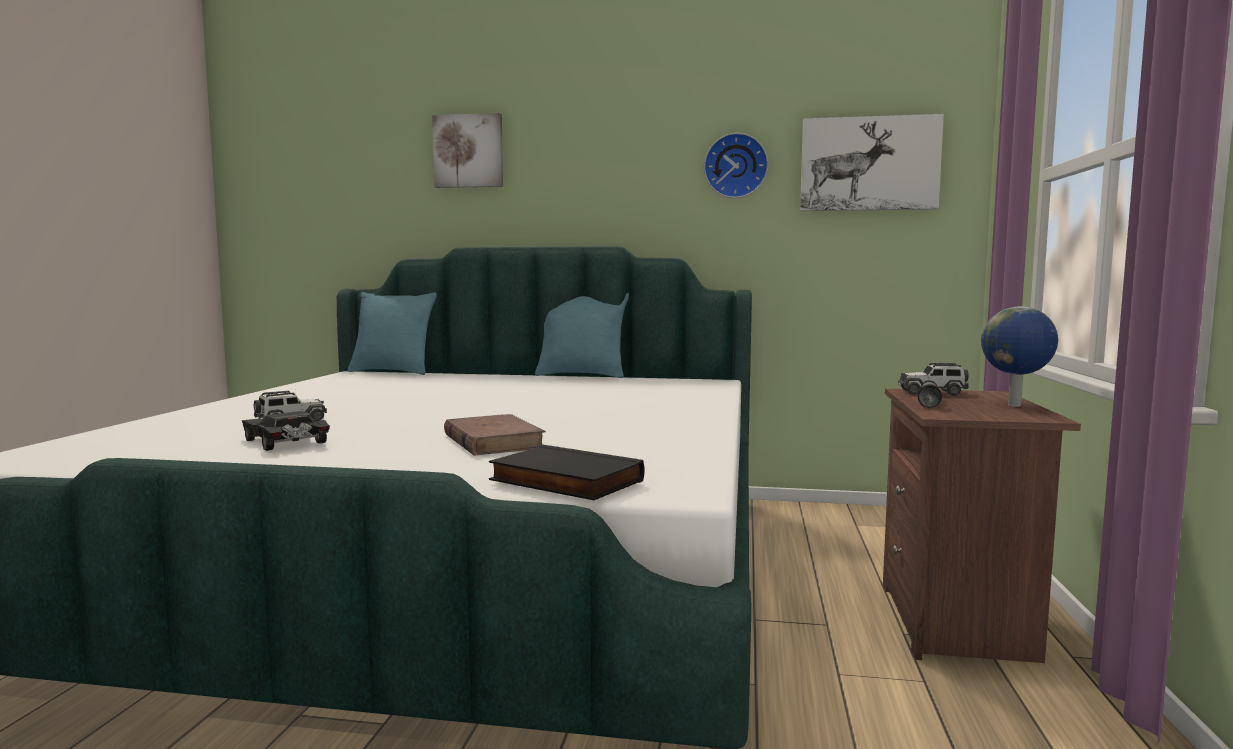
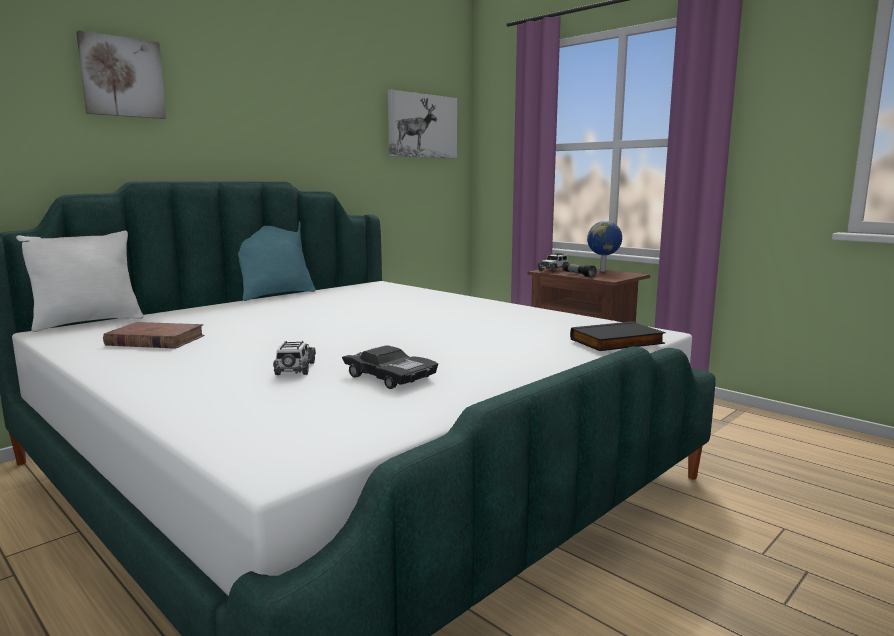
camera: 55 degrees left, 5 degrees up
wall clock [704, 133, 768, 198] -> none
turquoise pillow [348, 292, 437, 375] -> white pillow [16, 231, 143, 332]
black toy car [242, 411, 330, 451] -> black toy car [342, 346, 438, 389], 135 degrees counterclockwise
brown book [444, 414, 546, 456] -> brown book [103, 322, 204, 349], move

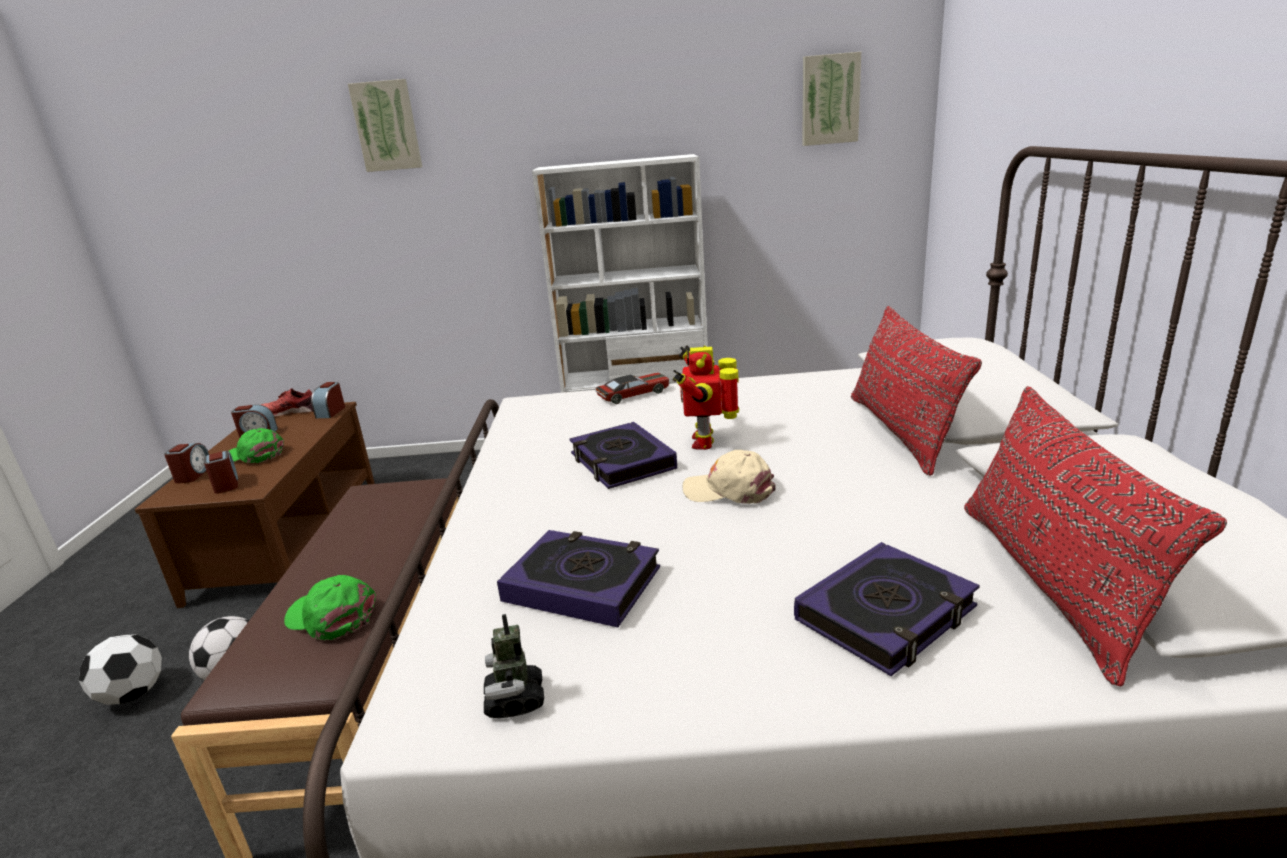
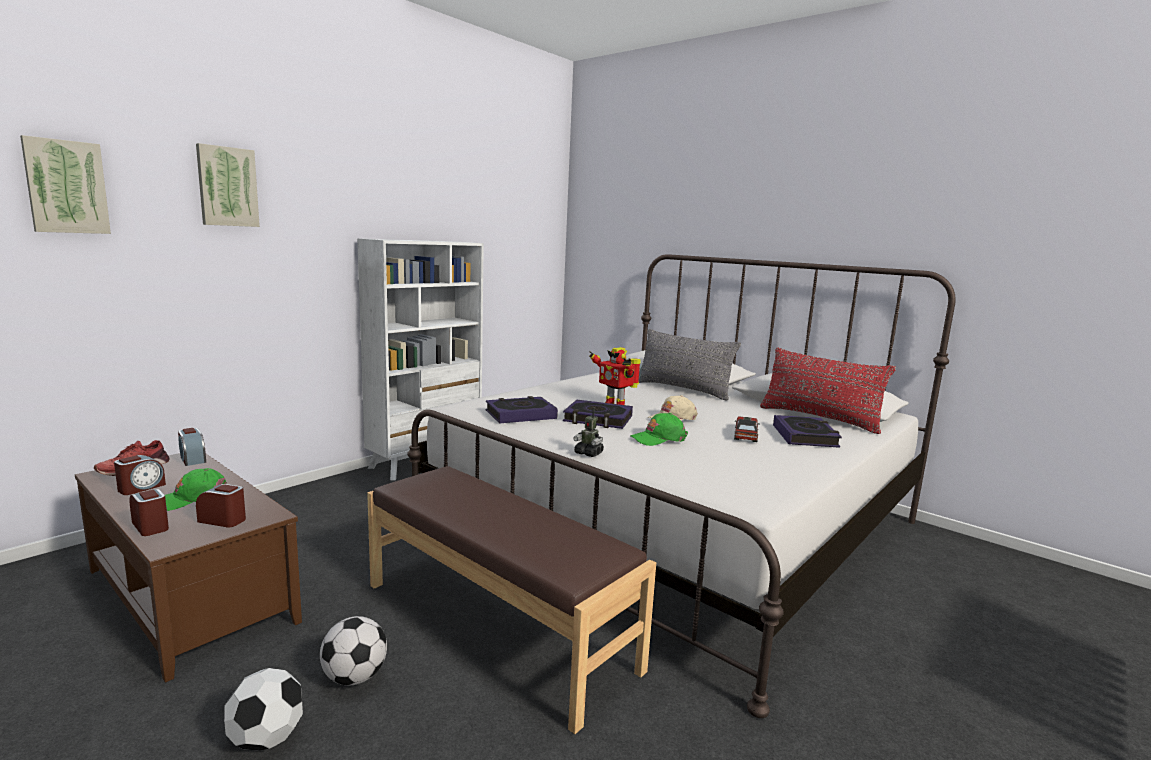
camera: 50 degrees left, 10 degrees down
picture [802, 52, 861, 146] -> picture [20, 135, 111, 234], move
red pillow [851, 306, 982, 475] -> grey pillow [639, 329, 741, 400]
toy car [596, 373, 670, 404] -> toy car [734, 416, 760, 442], move
book [497, 530, 660, 627] -> book [486, 396, 558, 423], move
green cap [284, 575, 376, 640] -> green cap [630, 413, 688, 446], move
toy robot [484, 614, 544, 718] -> toy robot [573, 408, 604, 457], move

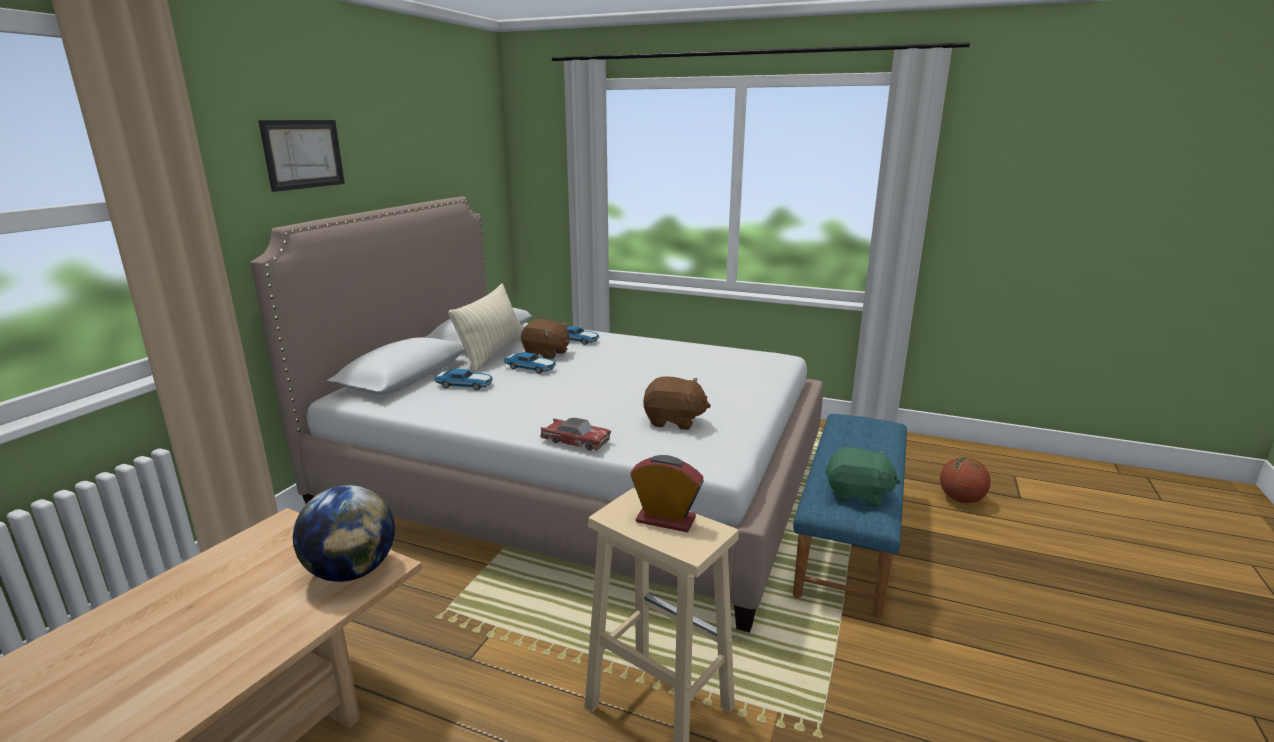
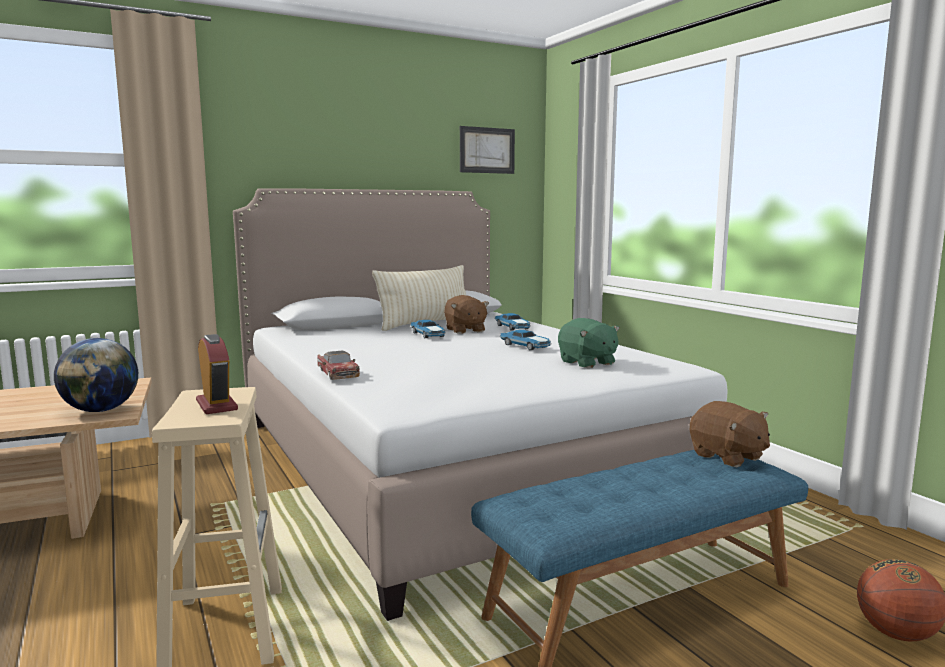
camera: 40 degrees right, 10 degrees down
picture [258, 120, 345, 192] -> picture [460, 126, 515, 174], move
toy car [434, 369, 493, 391] -> toy car [500, 330, 552, 350], move
brown plush toy [643, 376, 711, 430] -> brown plush toy [690, 401, 770, 467], move
green plush toy [825, 447, 901, 507] -> green plush toy [558, 318, 620, 368], move

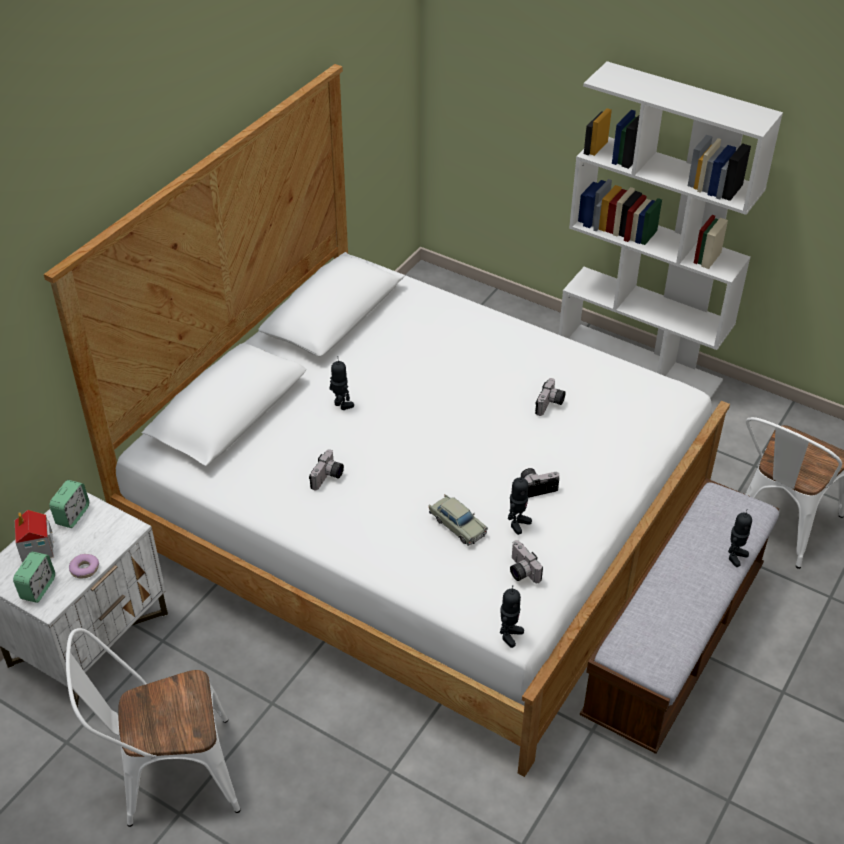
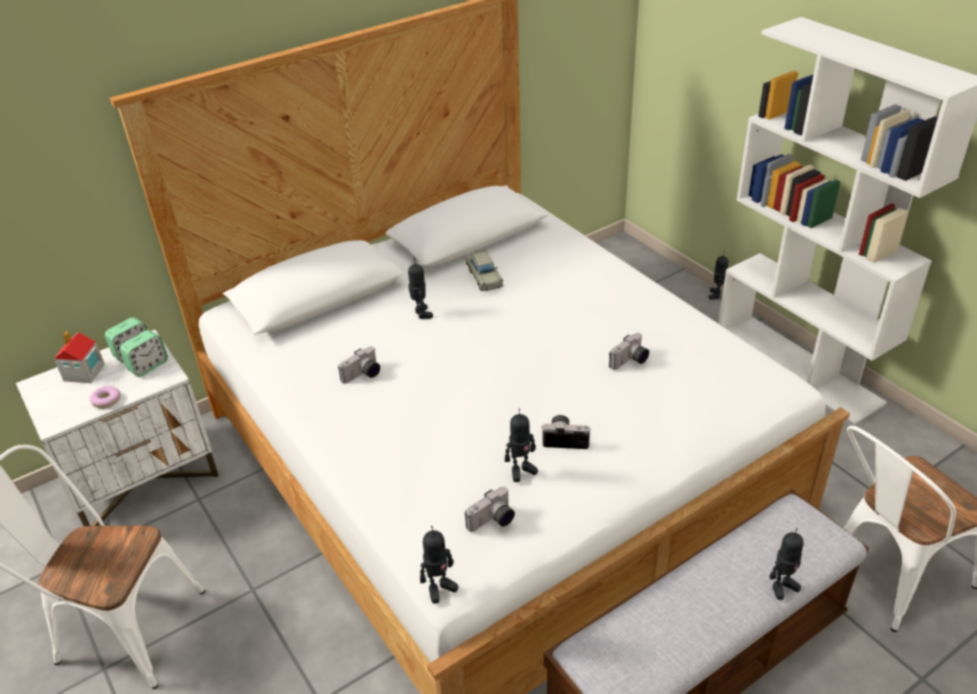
camera: 25 degrees right, 5 degrees down
beige toy car [429, 494, 488, 546] -> beige toy car [466, 252, 504, 291], move
photo camera [510, 540, 543, 583] -> photo camera [465, 486, 515, 532], 120 degrees counterclockwise
alarm clock [13, 551, 55, 603] -> alarm clock [120, 330, 168, 377], move
none -> toy robot [709, 251, 728, 300]

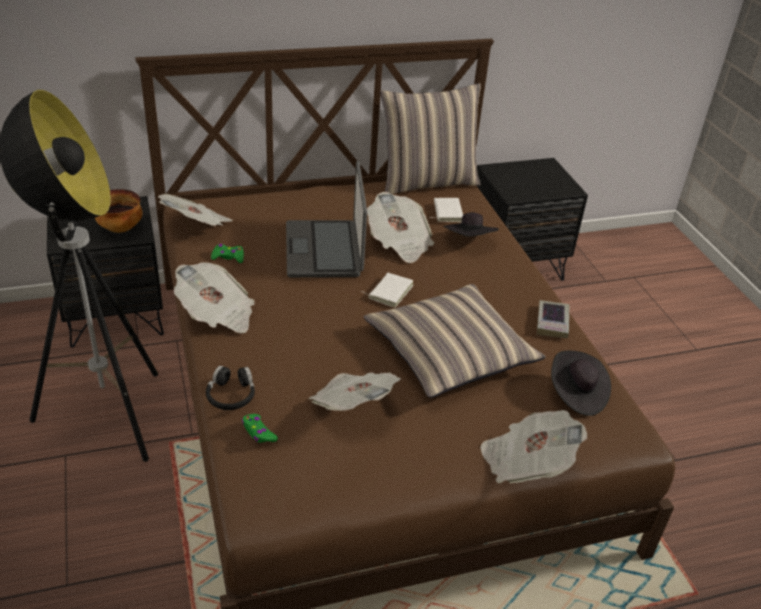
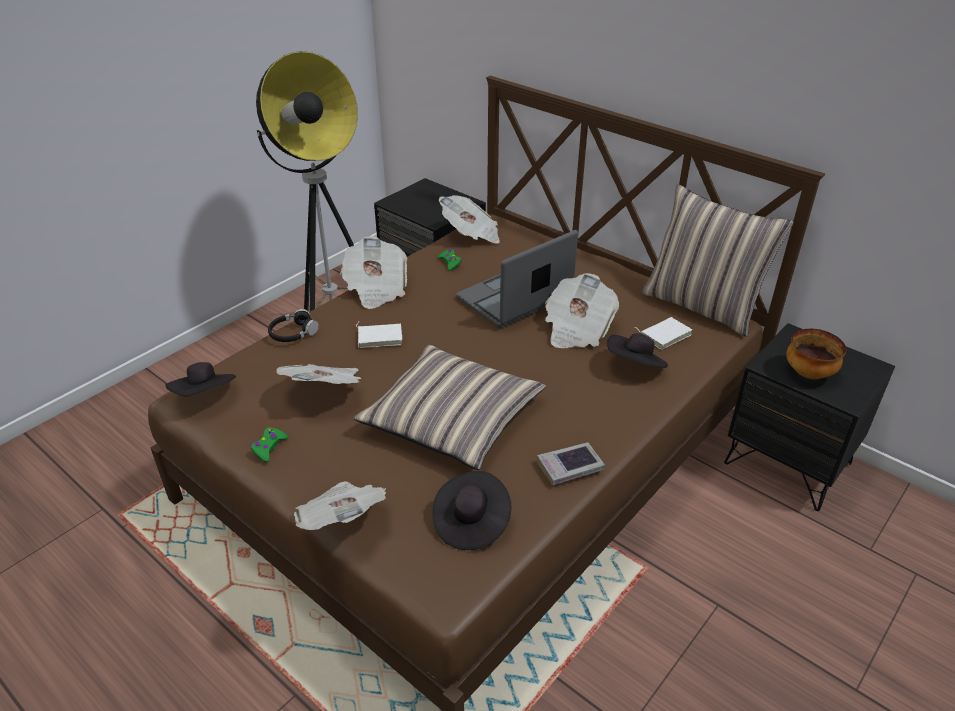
camera: 60 degrees right, 0 degrees up
bowl [95, 189, 142, 233] -> bowl [786, 329, 846, 379], move
white book [360, 273, 413, 308] -> white book [356, 321, 402, 348], move
green game controller [242, 414, 278, 443] -> green game controller [251, 427, 288, 462], move
none -> black hat [165, 362, 236, 396]

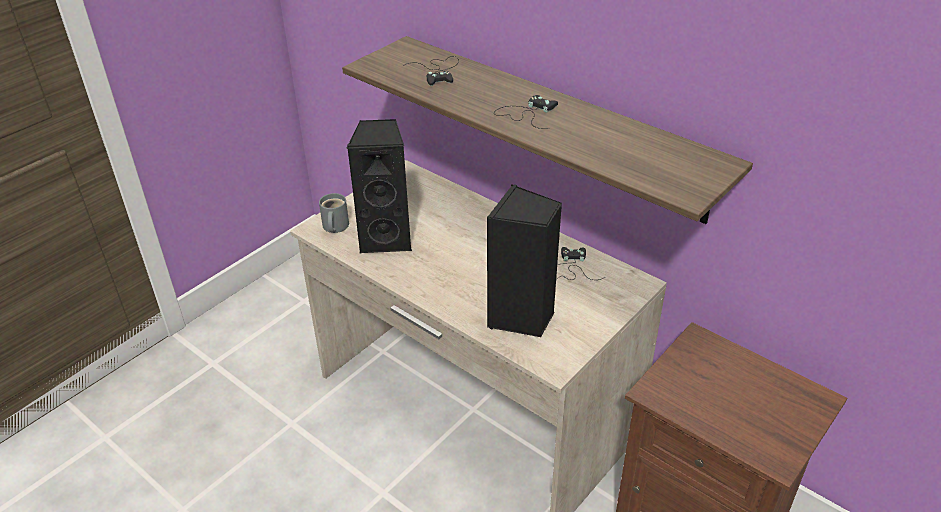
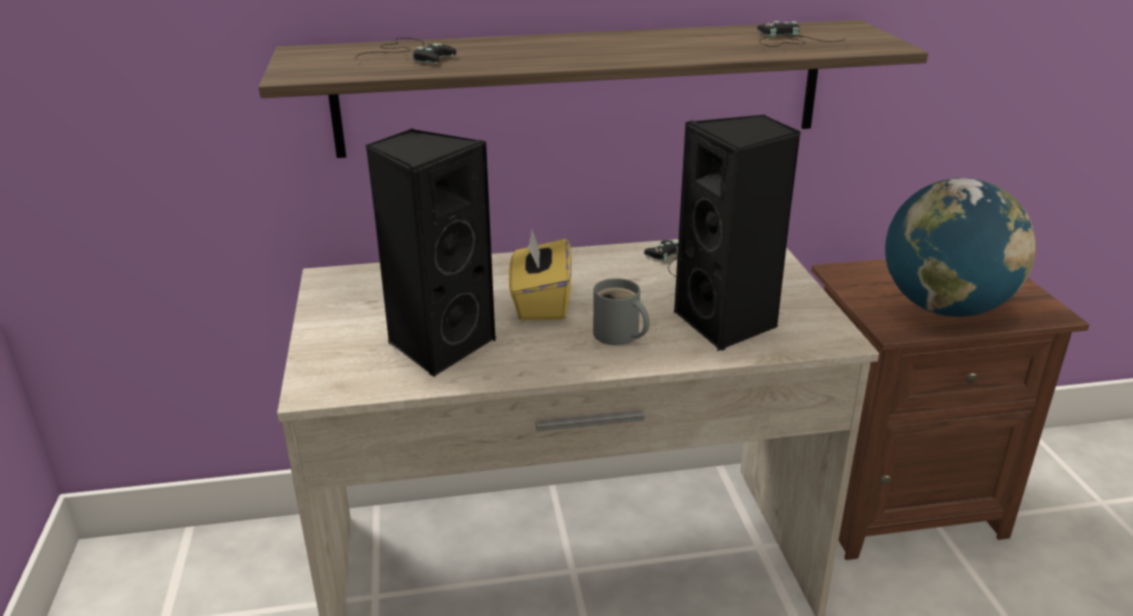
camera: 50 degrees left, 10 degrees down
black game controller [494, 95, 558, 129] -> black game controller [757, 21, 847, 47], move
grey mug [319, 193, 349, 233] -> grey mug [593, 278, 650, 345], move
none -> globe [885, 178, 1036, 317]
none -> yellow tissue box [509, 230, 572, 320]

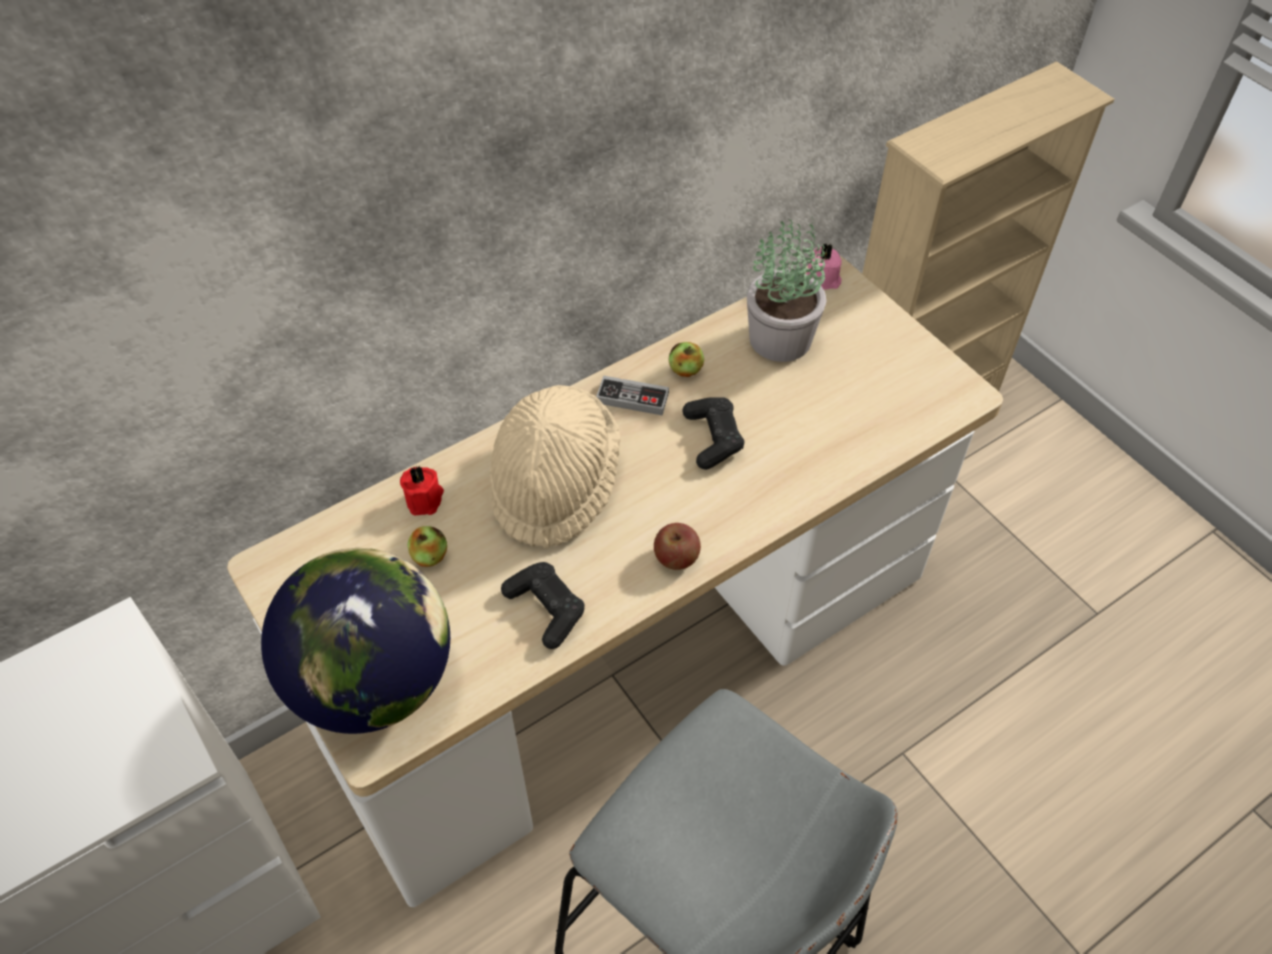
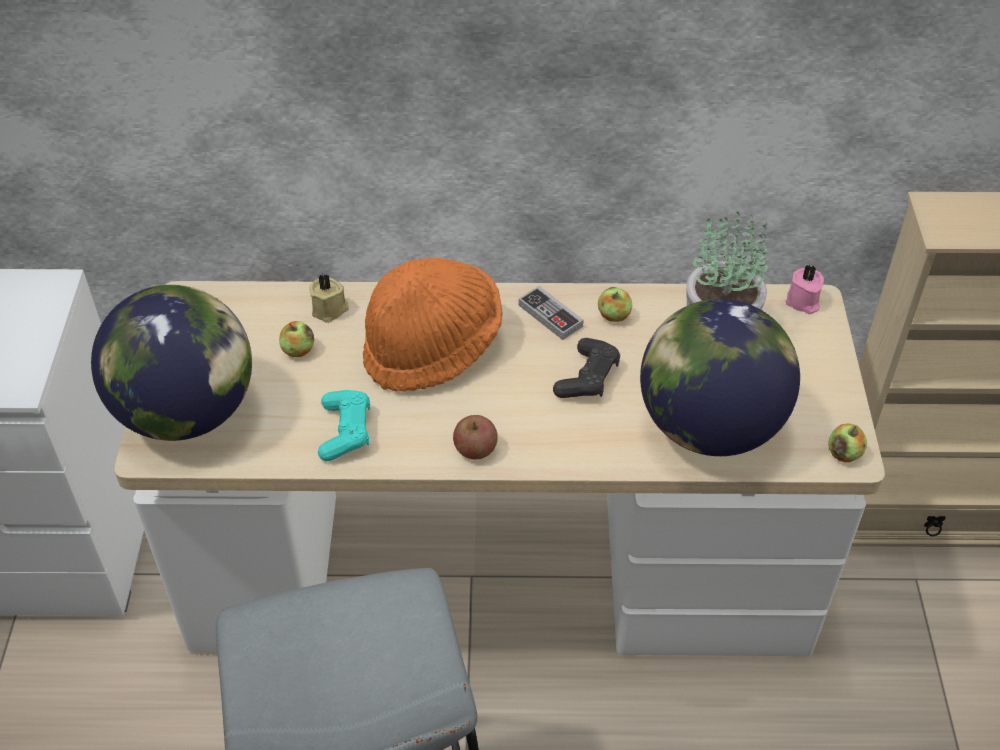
camera: 35 degrees right, 5 degrees down
beige hat [490, 385, 621, 549] -> orange hat [363, 258, 502, 392]
red candle [400, 466, 444, 516] -> beige candle [309, 274, 349, 323]
black game controller [501, 562, 585, 649] -> turquoise game controller [318, 390, 370, 461]
none -> globe [640, 299, 800, 456]
none -> apple [828, 423, 867, 462]

